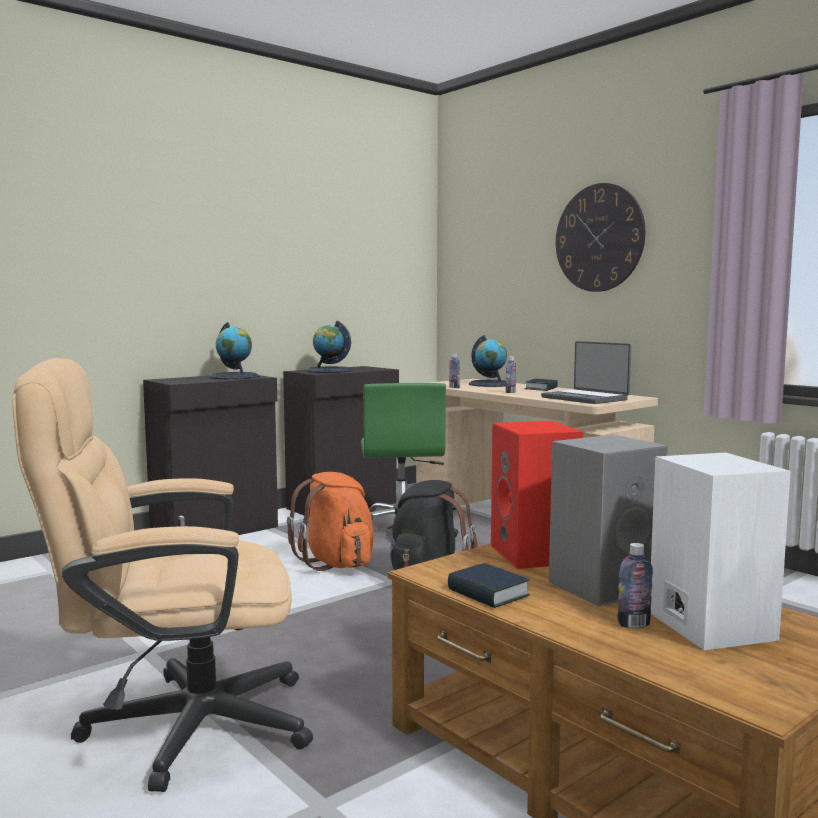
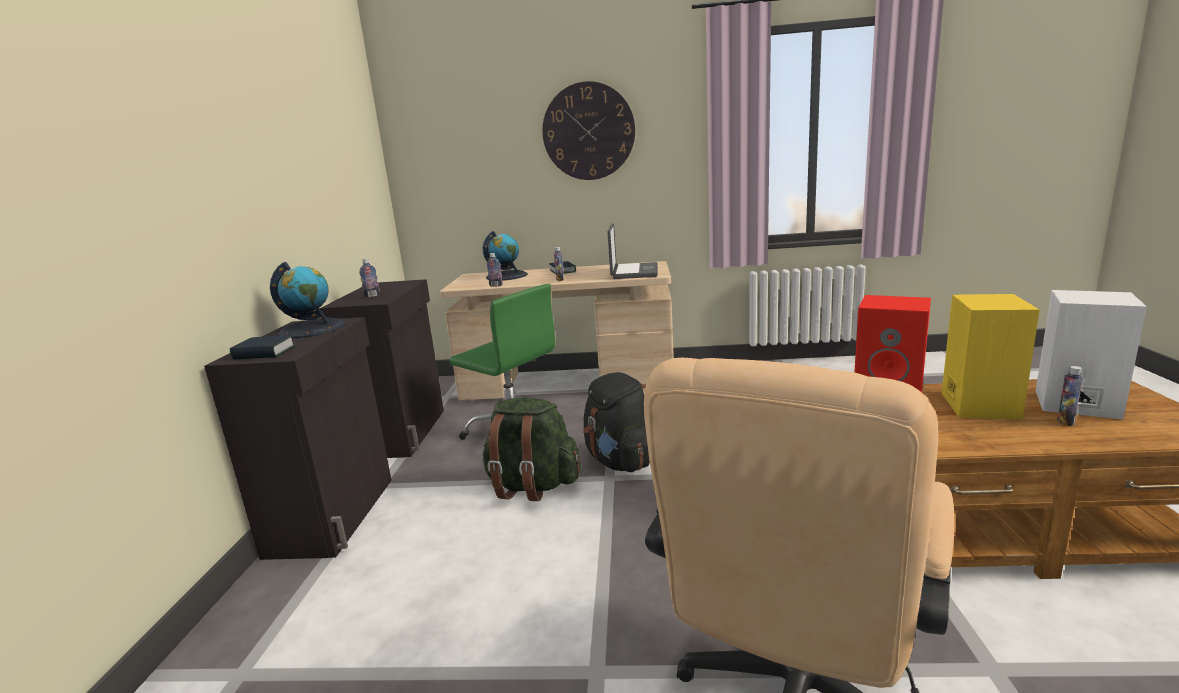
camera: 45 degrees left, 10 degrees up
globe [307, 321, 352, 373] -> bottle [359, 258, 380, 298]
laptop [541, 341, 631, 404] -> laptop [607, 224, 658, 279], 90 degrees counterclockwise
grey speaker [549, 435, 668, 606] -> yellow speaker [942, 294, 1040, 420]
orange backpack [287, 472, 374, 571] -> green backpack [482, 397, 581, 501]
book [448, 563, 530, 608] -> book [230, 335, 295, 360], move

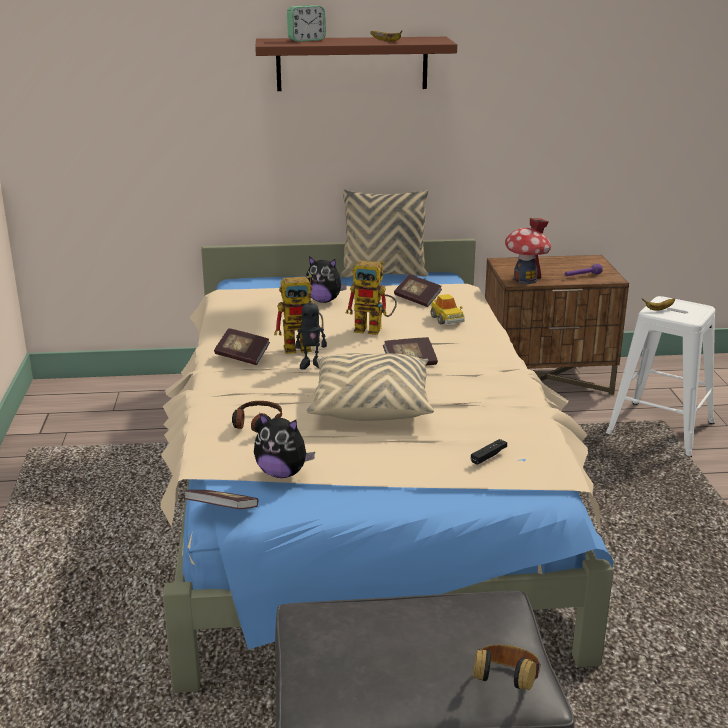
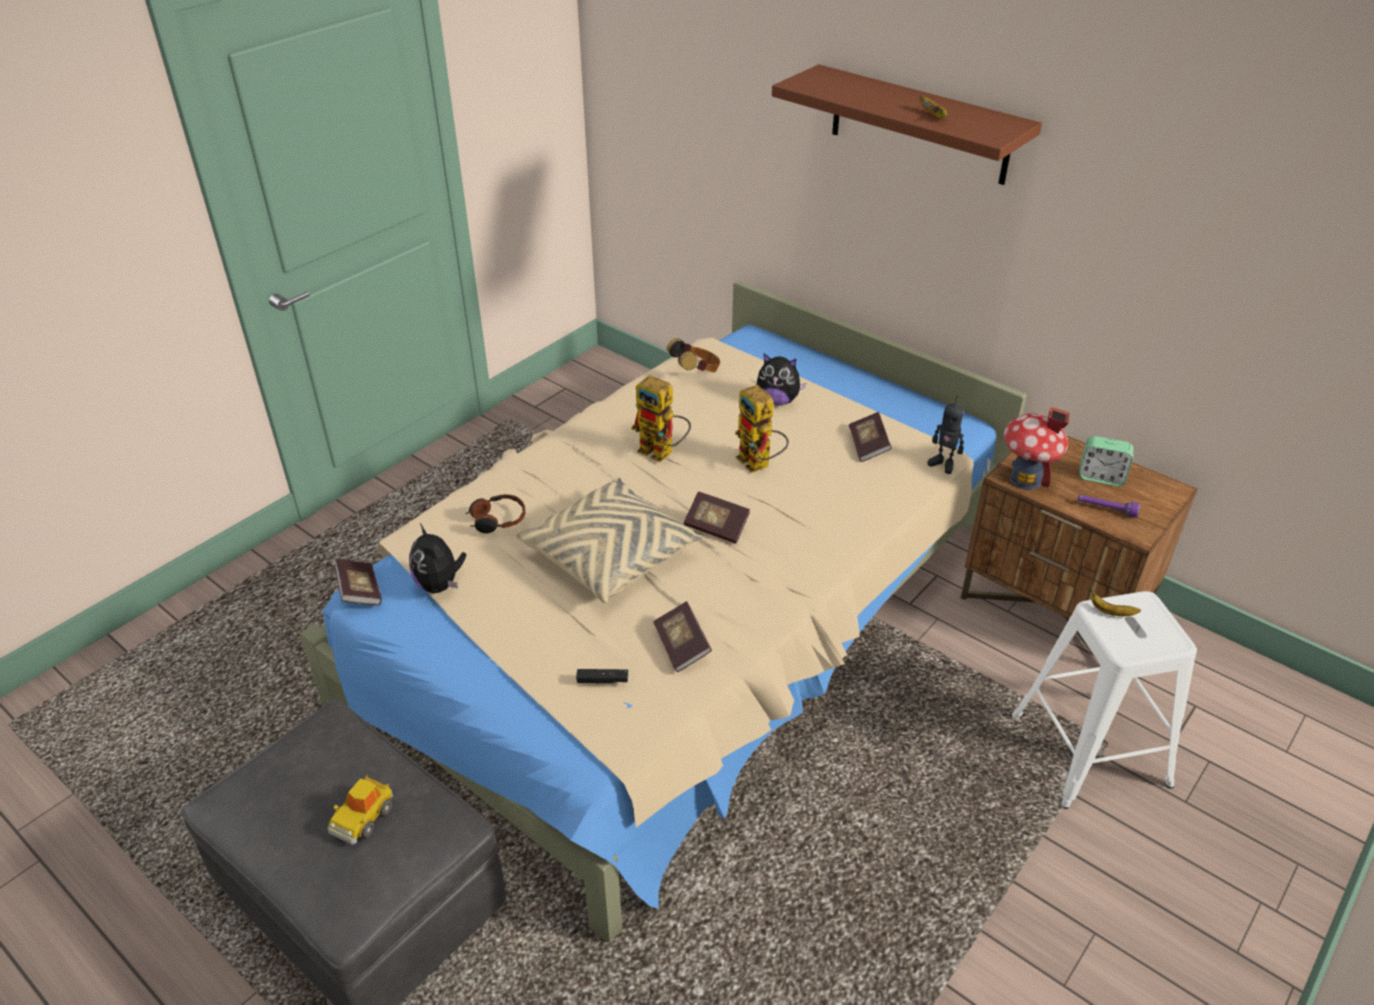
camera: 45 degrees right, 15 degrees up
alarm clock [287, 5, 326, 42] -> alarm clock [1079, 436, 1133, 486], move
beige pillow [340, 189, 428, 278] -> none
plush toy [306, 256, 347, 303] -> plush toy [757, 354, 806, 405], 45 degrees counterclockwise
toy robot [295, 294, 327, 370] -> toy robot [927, 396, 964, 474], move
toy car [431, 294, 465, 324] -> toy car [328, 775, 393, 845], move
book [214, 328, 270, 365] -> book [653, 601, 712, 672], move
headphones [473, 645, 541, 690] -> headphones [667, 338, 720, 372], move

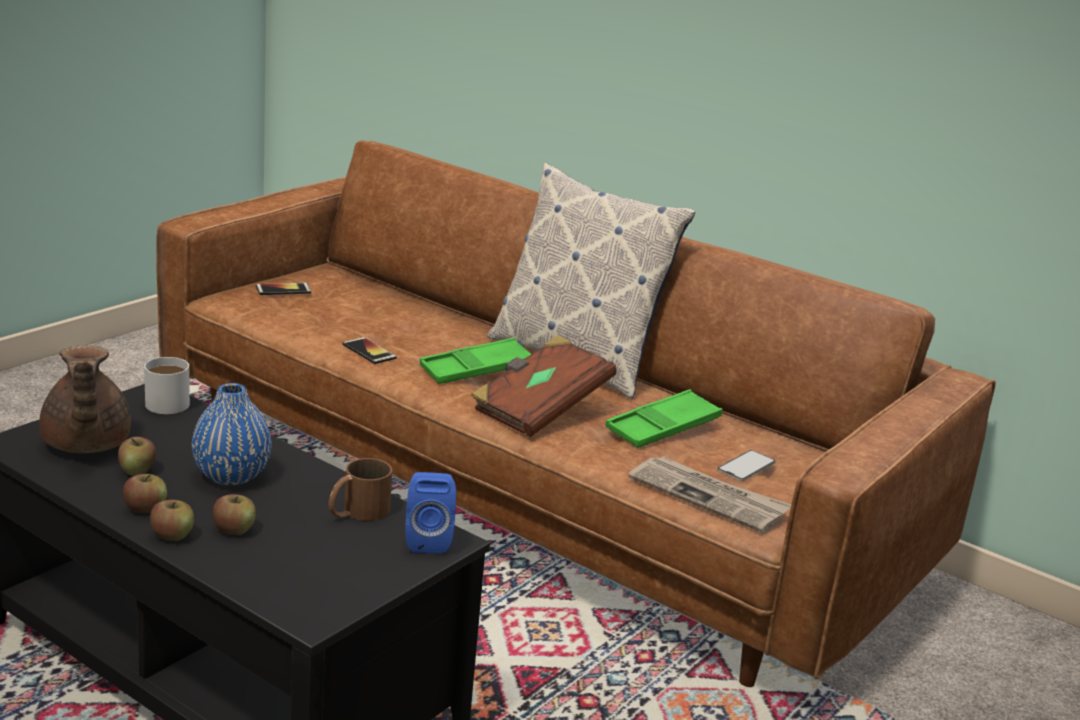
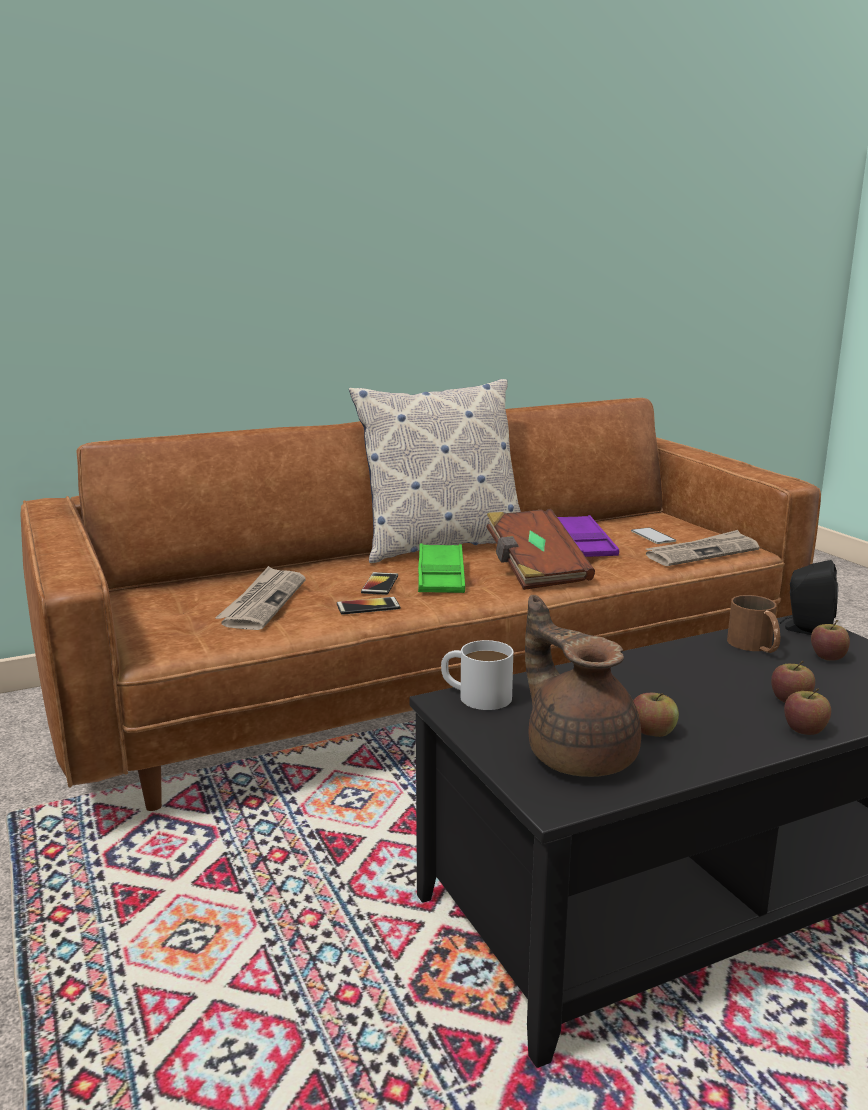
camera: 60 degrees left, 5 degrees down
phone [256, 283, 311, 295] -> phone [361, 572, 398, 595], move
brown teapot [39, 345, 131, 453] -> brown teapot [525, 595, 641, 777], 135 degrees counterclockwise
blue vase [192, 383, 272, 485] -> none
green tray [605, 389, 722, 448] -> purple tray [557, 515, 619, 557]
blue speaker [405, 472, 456, 554] -> black speaker [780, 560, 838, 635]
apple [123, 474, 167, 513] -> apple [811, 620, 850, 661], move
none -> newspaper [215, 566, 306, 630]

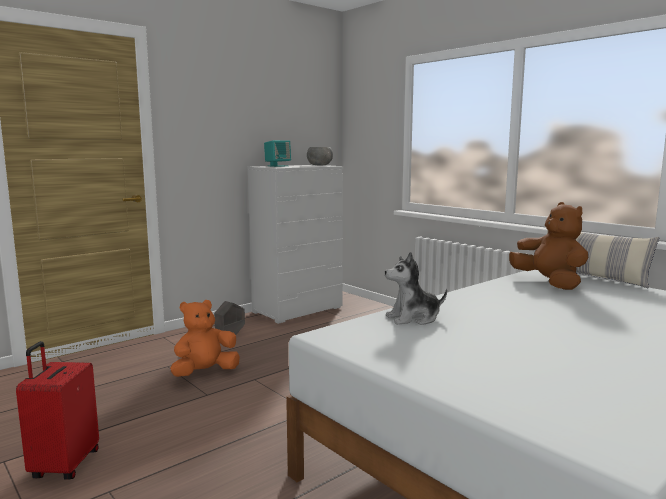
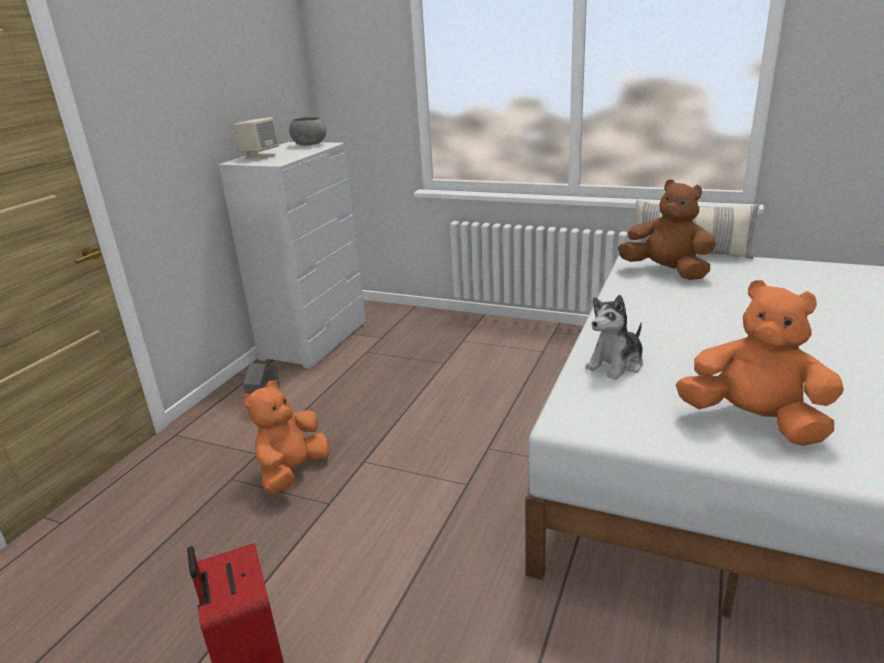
camera: 25 degrees left, 15 degrees up
turquoise speaker [264, 140, 291, 167] -> beige speaker [233, 117, 279, 160]
none -> orange plush toy [676, 280, 844, 446]

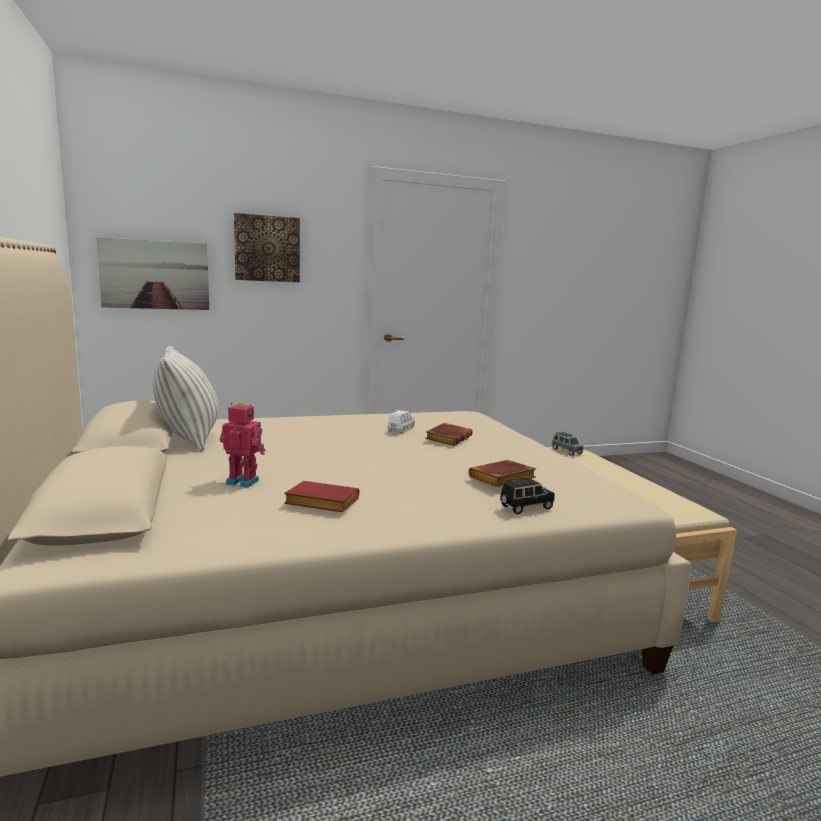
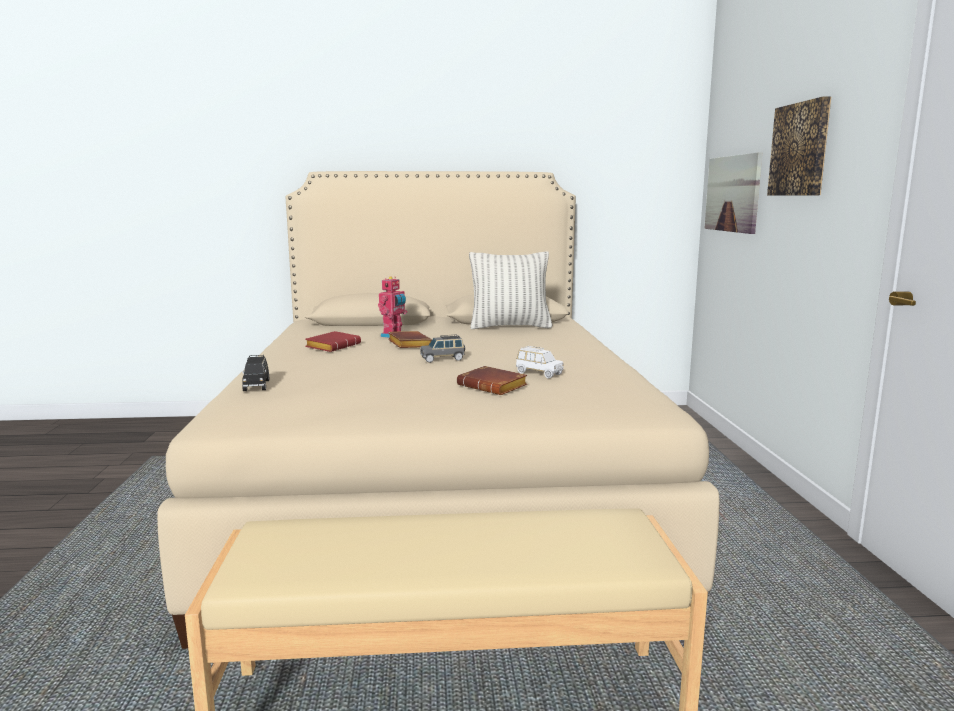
camera: 105 degrees right, 0 degrees up
grey toy car [552, 432, 584, 456] -> grey toy car [420, 334, 465, 363], move
brown book [468, 460, 536, 487] -> brown book [388, 331, 432, 348], move

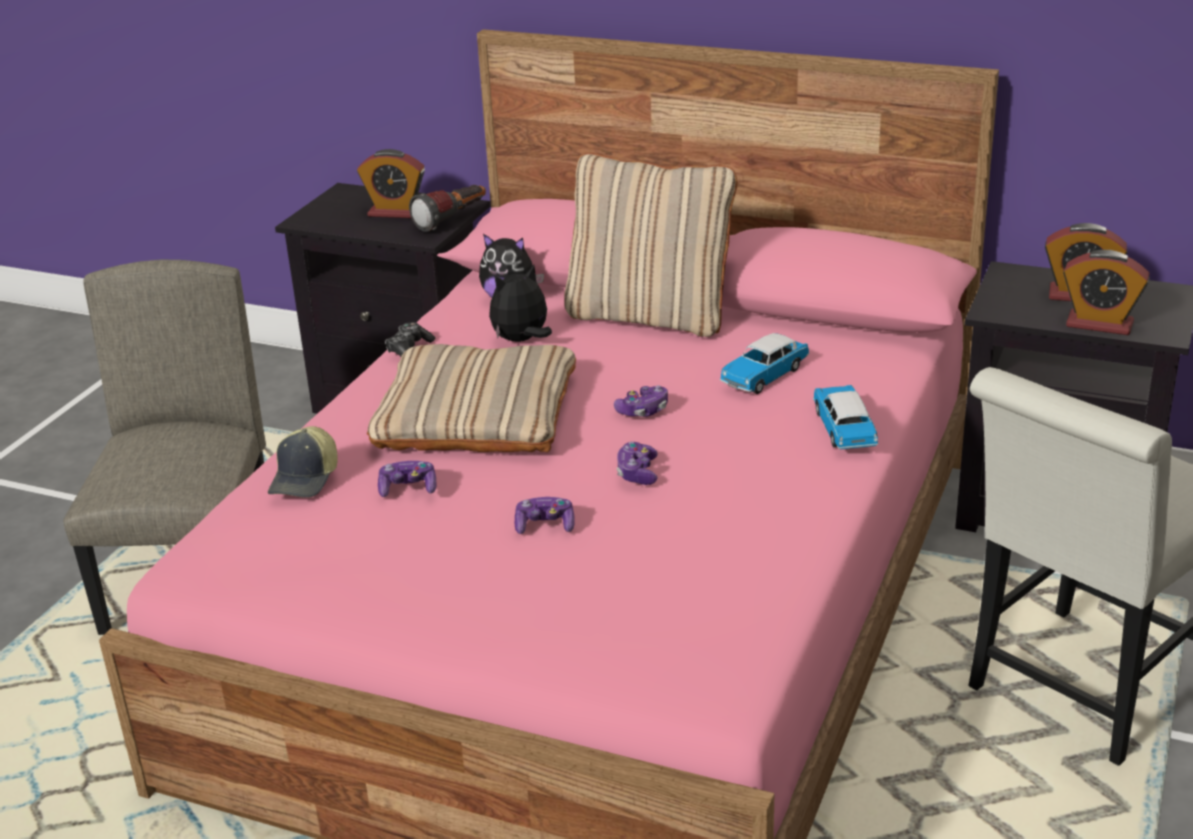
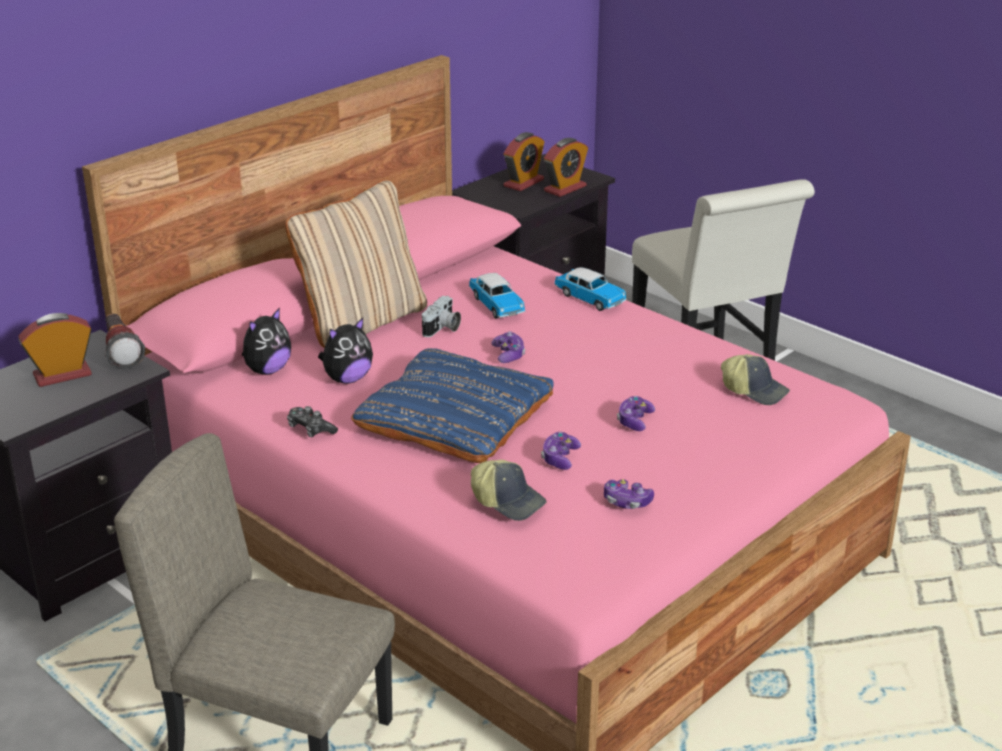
camera: 70 degrees left, 0 degrees up
alarm clock [357, 149, 425, 218] -> alarm clock [19, 313, 92, 387], 150 degrees counterclockwise
plush toy [489, 265, 552, 342] -> plush toy [318, 318, 373, 384], 120 degrees counterclockwise
beige pillow [367, 344, 576, 452] -> blue pillow [351, 348, 554, 463]
toy car [813, 385, 878, 449] -> toy car [554, 267, 627, 311], 150 degrees counterclockwise
game controller [617, 442, 658, 485] -> game controller [604, 479, 654, 509], move
none -> photo camera [422, 296, 461, 337]
none -> cap [721, 354, 790, 405]

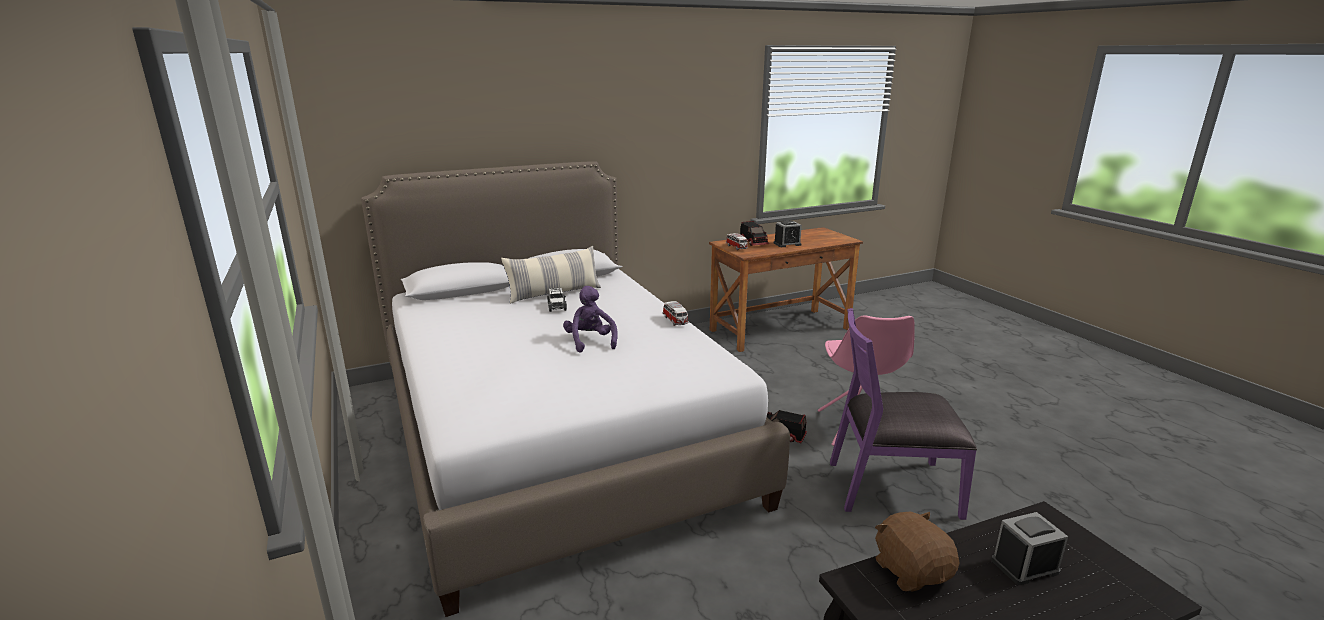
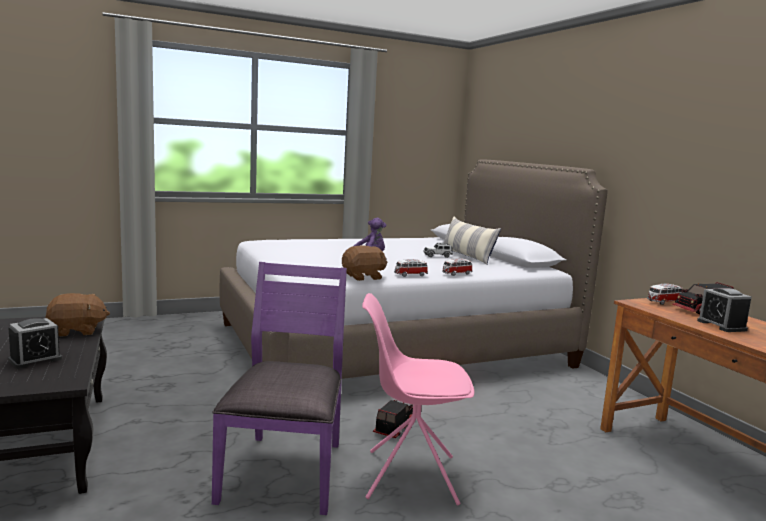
camera: 90 degrees right, 10 degrees down
alarm clock [991, 512, 1068, 585] -> alarm clock [8, 318, 62, 369], 60 degrees clockwise
none -> brown plush toy [342, 245, 388, 281]
none -> toy car [442, 258, 473, 276]

